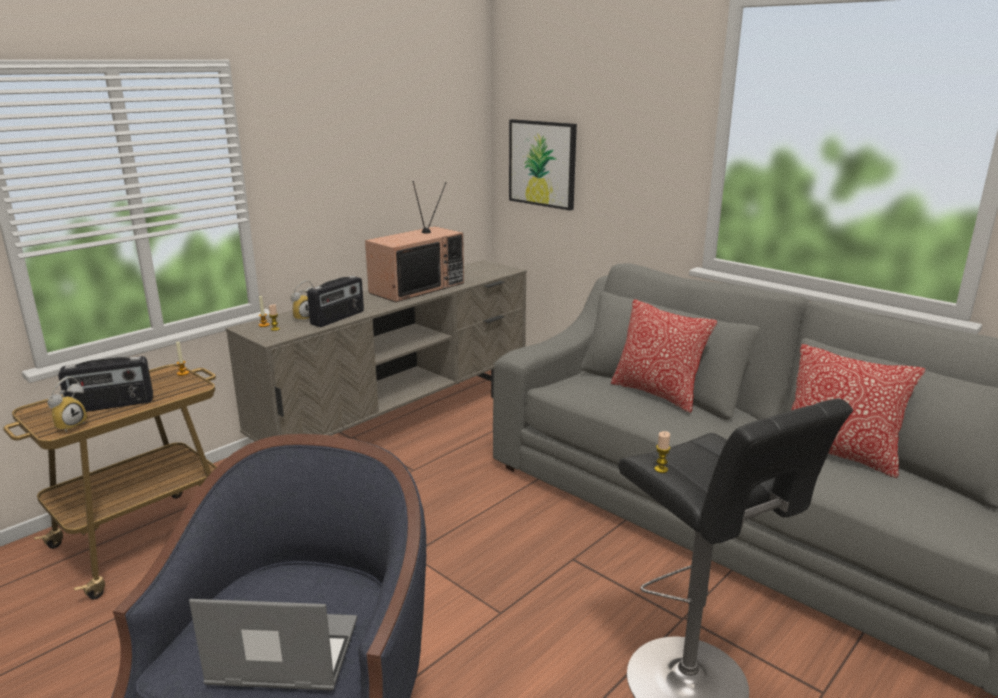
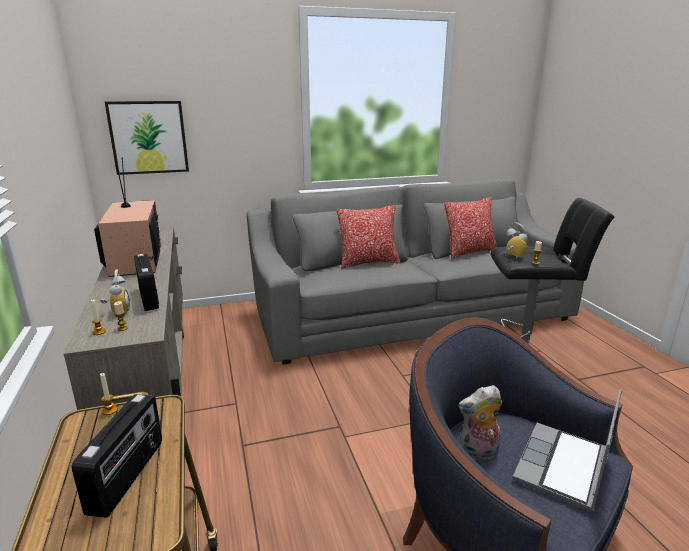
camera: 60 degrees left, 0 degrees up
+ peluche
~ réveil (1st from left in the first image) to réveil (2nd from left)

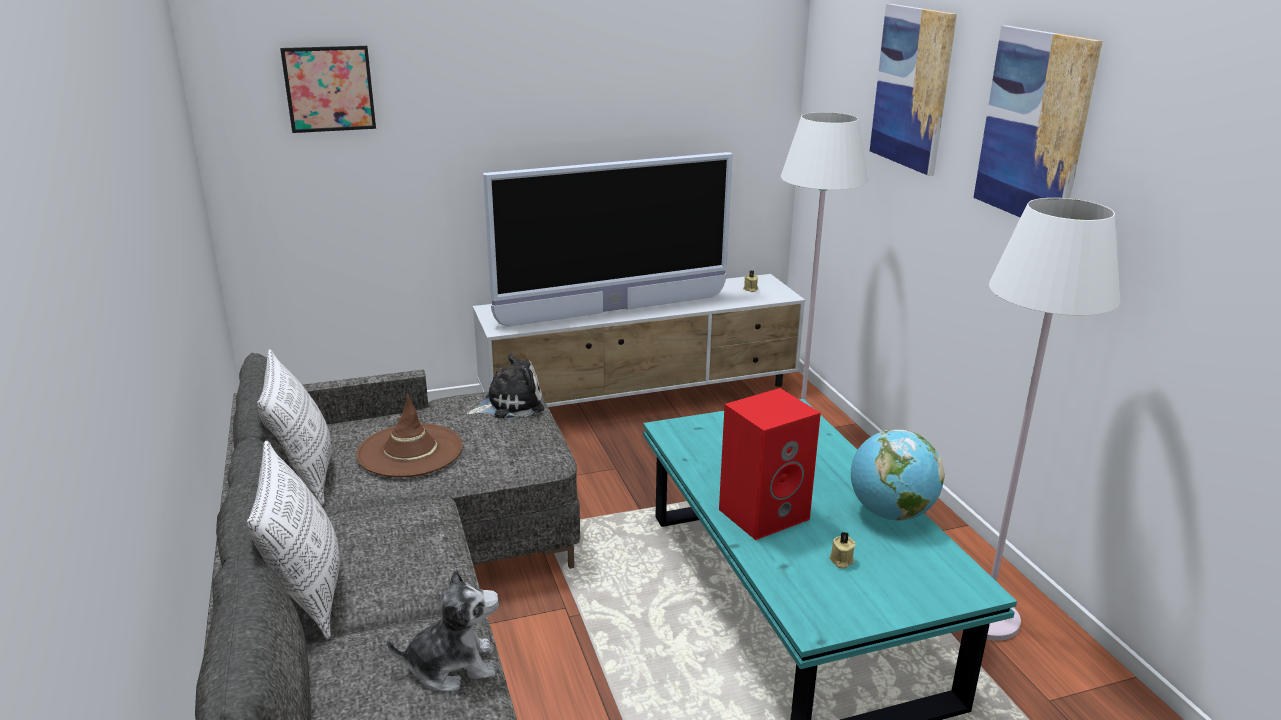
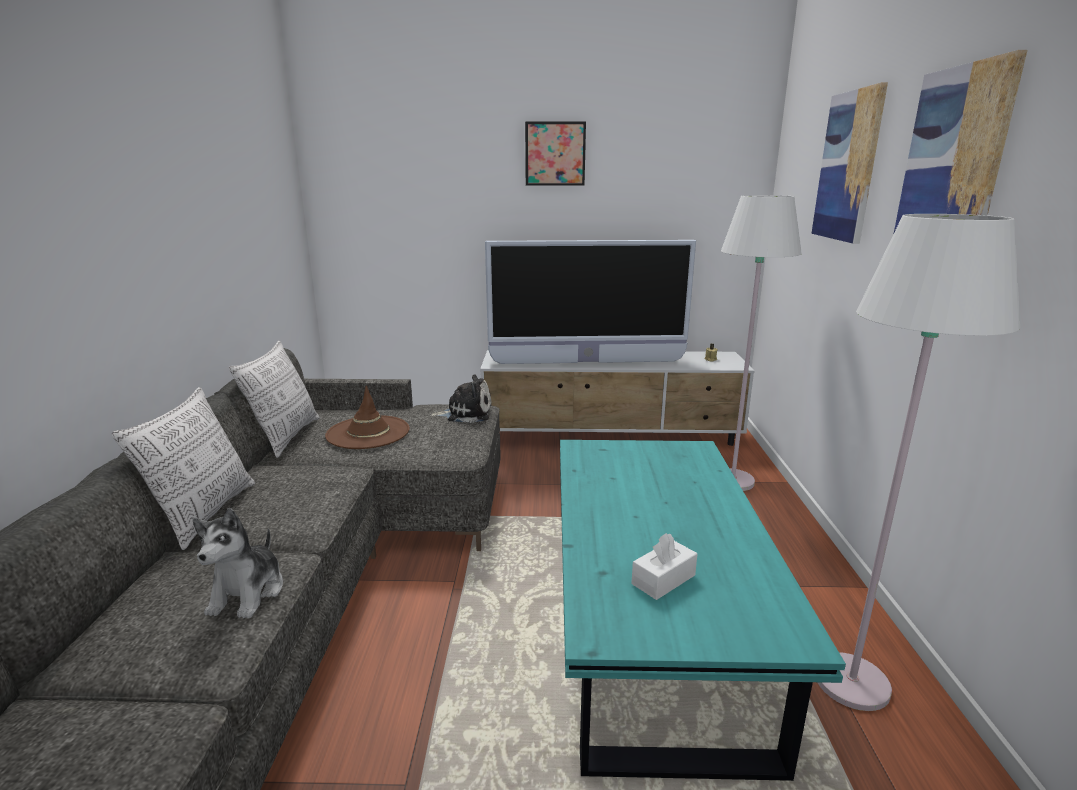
camera: 20 degrees right, 5 degrees down
~ peluche (1st from left) 90 degrees clockwise
~ tableau (1st from left)
~ bougie (beige) (2nd from left) to boîte à mouchoirs (blanc)
- enceinte (rouge)
- globe

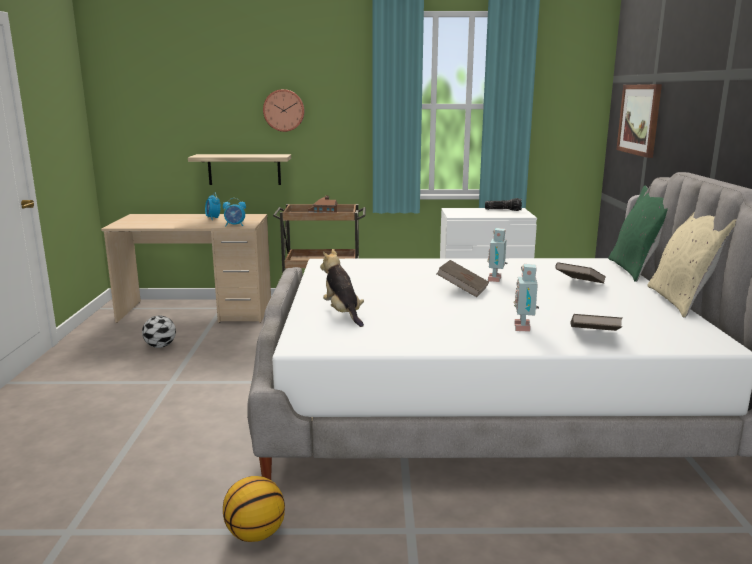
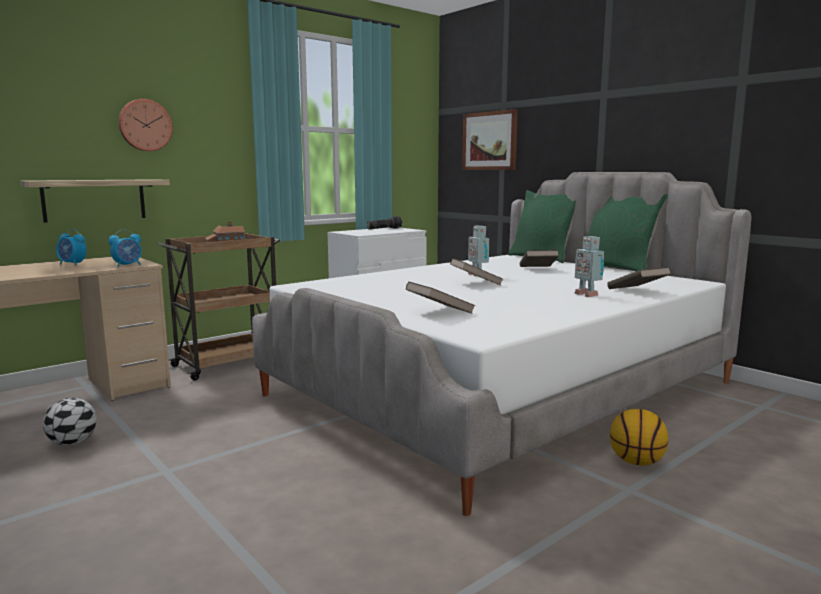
camera: 40 degrees left, 5 degrees down
~ peluche to livre (marron) (1st from left)
~ coussin (beige) to coussin (vert) (2nd from left)
~ ballon de basket

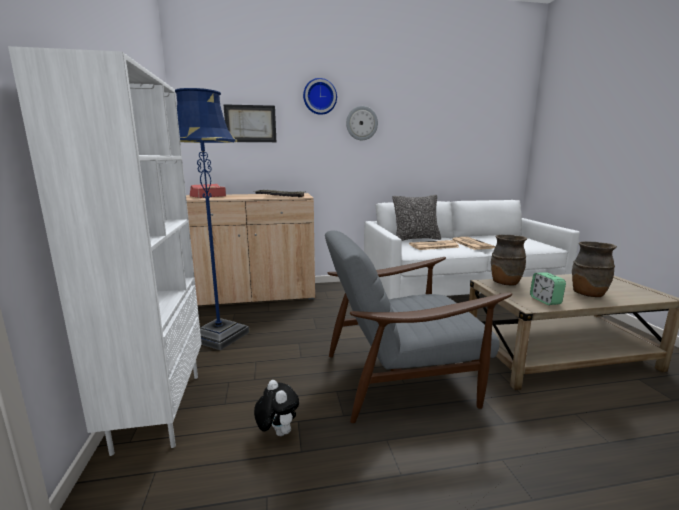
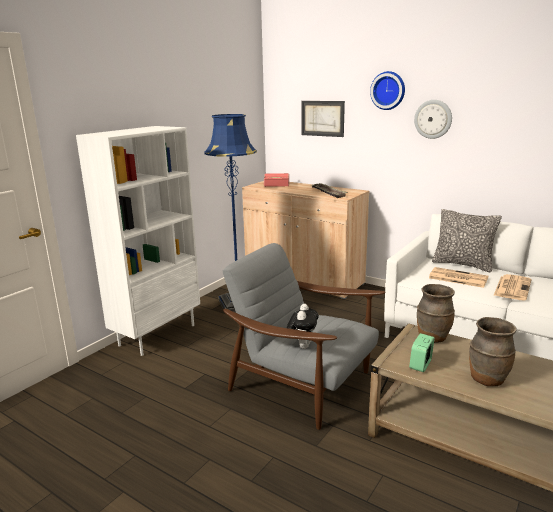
camera: 45 degrees right, 5 degrees up
~ peluche

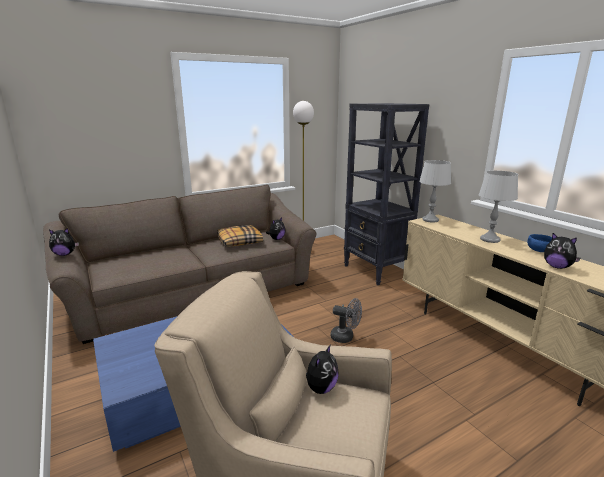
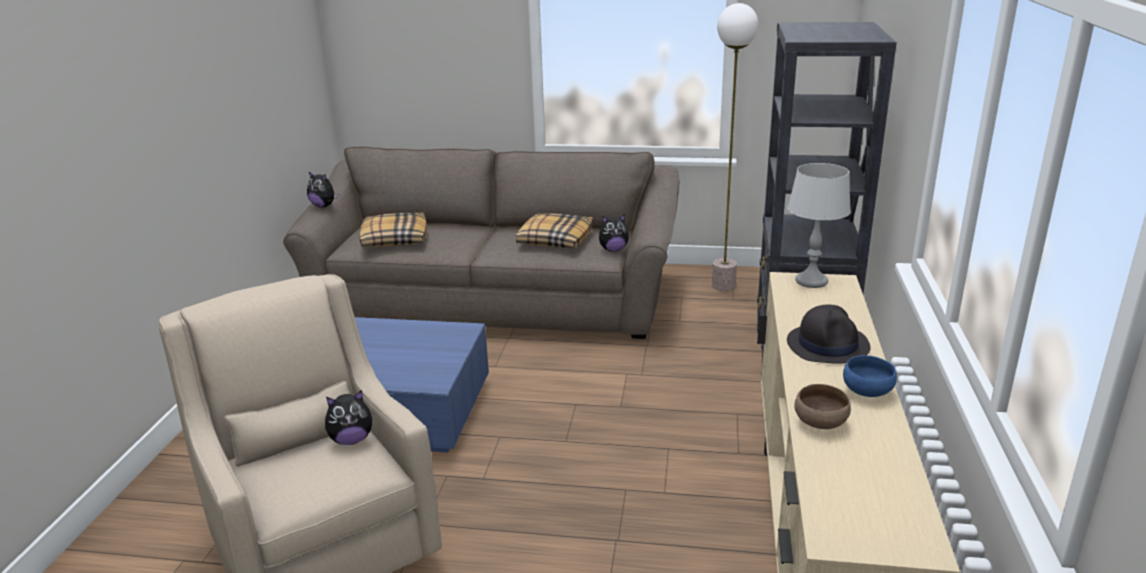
camera: 40 degrees right, 5 degrees up
+ coussin (1st from left)
~ lampe de table (gris) (2nd from left) to chapeau (noir)
~ peluche (4th from left) to bol (marron)
- ventilateur (gris)

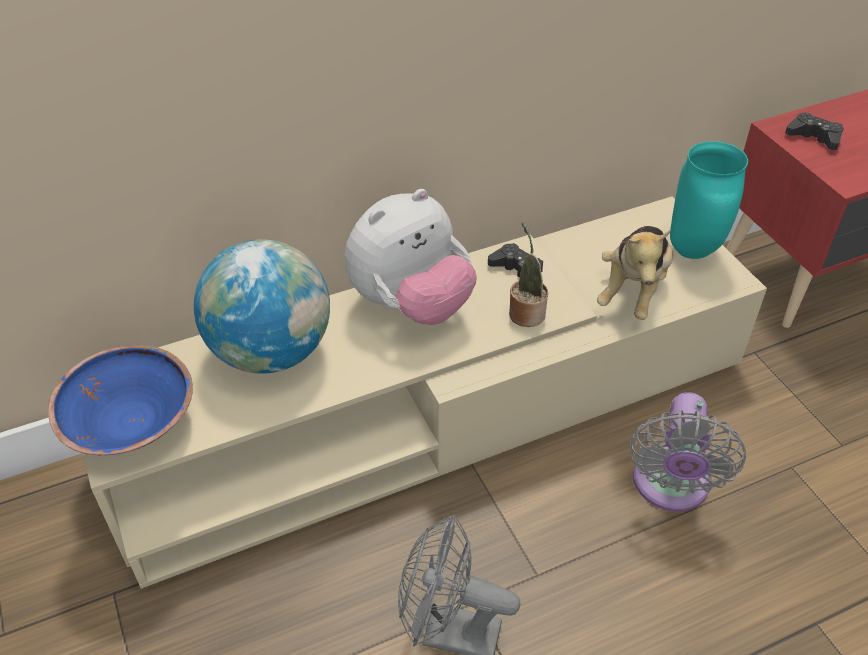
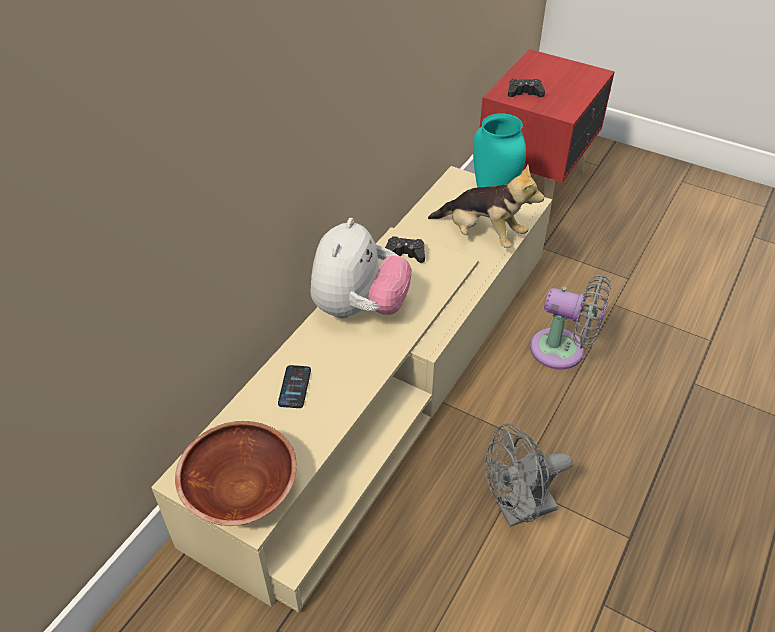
camera: 35 degrees left, 0 degrees up
~ bol (bleu) to bol (marron)
~ globe to téléphone
~ peluche (2nd from left) 45 degrees counterclockwise
~ ventilateur (gris) (2nd from left) 45 degrees counterclockwise
- plante en pot

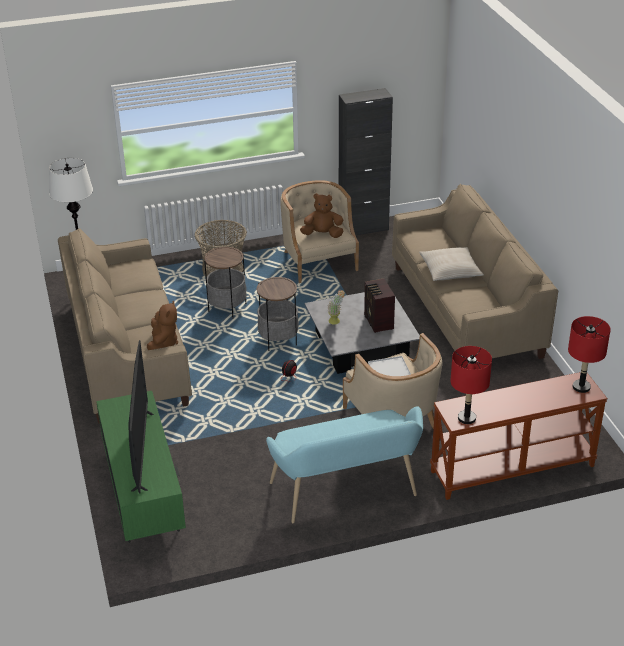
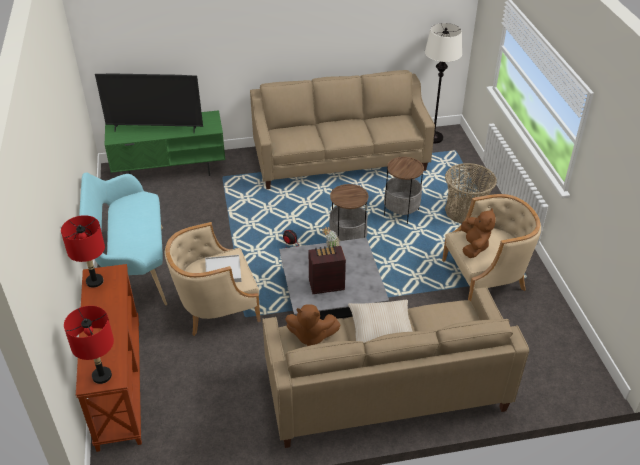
camera: 95 degrees right, 5 degrees up
~ peluche (marron) (1st from left)
- meuble de rangement (noir)

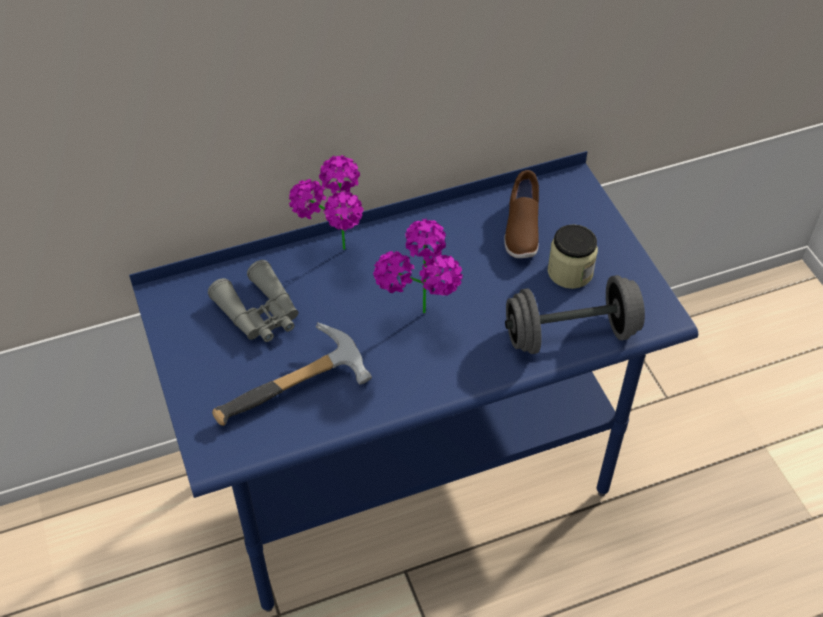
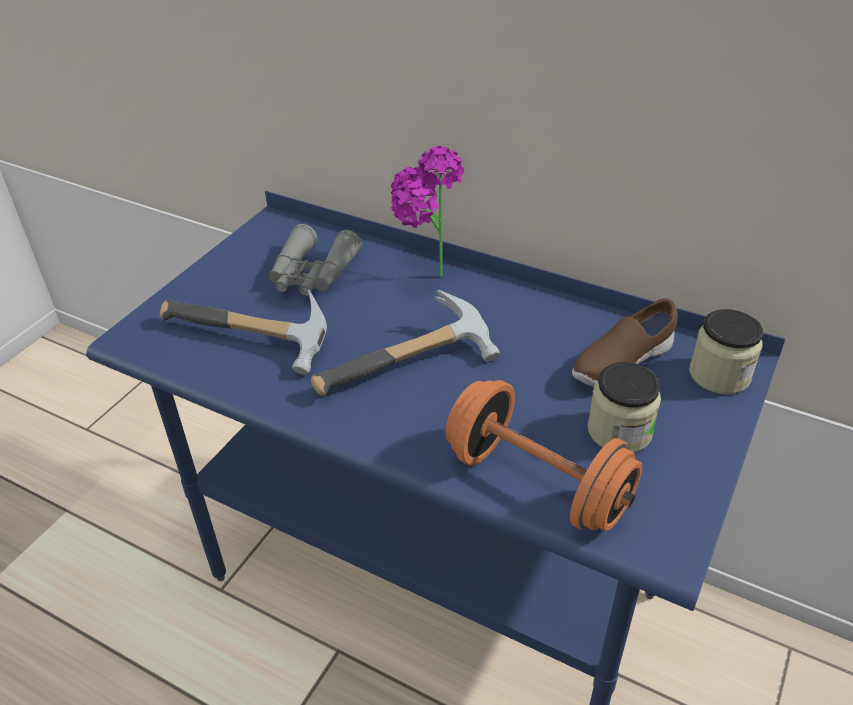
camera: 50 degrees right, 10 degrees down
~ plante en pot (2nd from left) to marteau (2nd from left)
~ haltère (gris) to haltère (orange)
+ bocal (2nd from left)

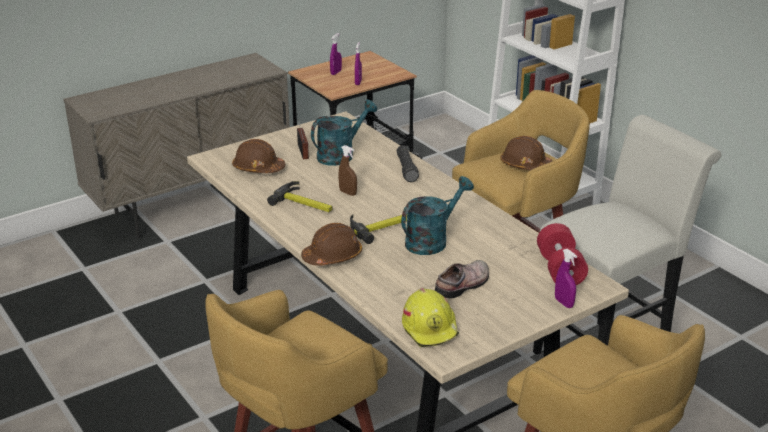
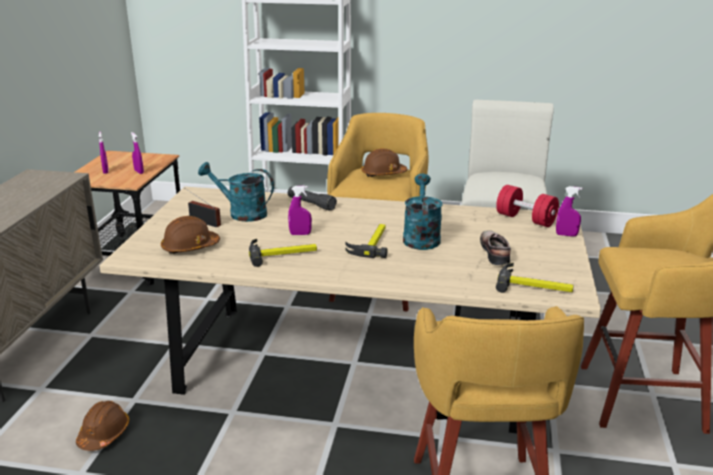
camera: 45 degrees left, 5 degrees down
~ casque de chantier (marron) (2nd from left in the first image) to casque de chantier (marron) (1st from left)
~ arrosoir (turquoise) (1st from left) 75 degrees counterclockwise
~ vaporisateur (marron) to vaporisateur (violet) (3rd from left)
~ casque de chantier (jaune) to marteau (3rd from left)

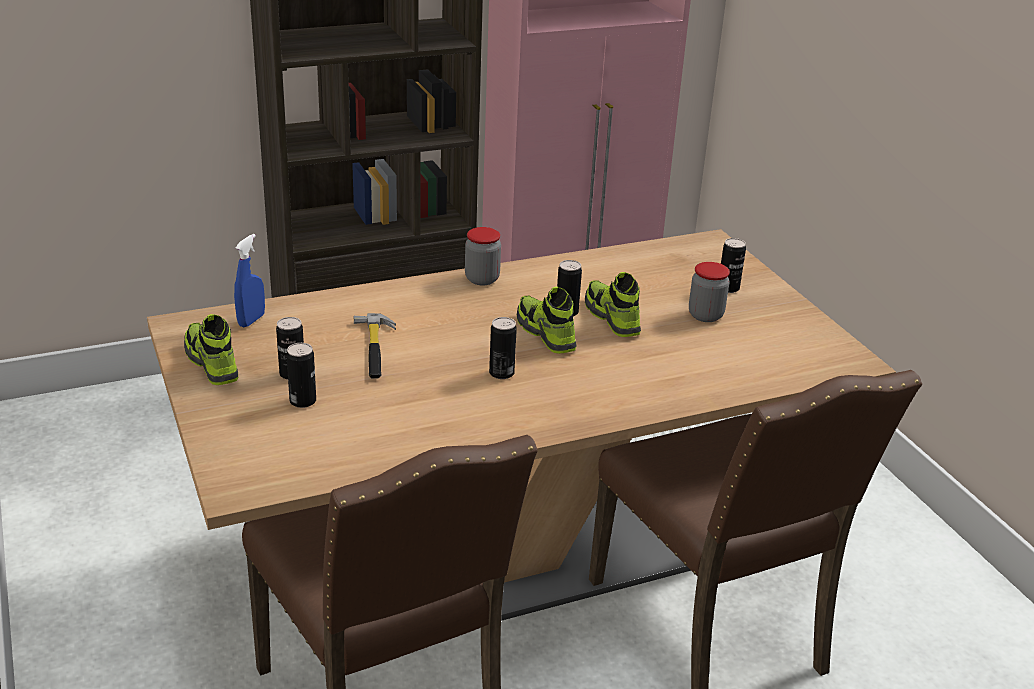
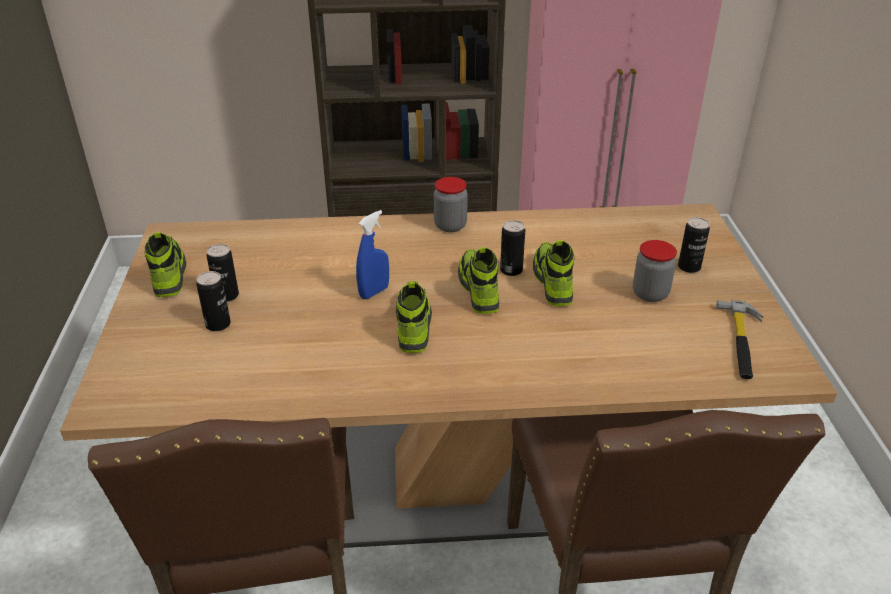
camera: 20 degrees right, 5 degrees up
~ vaporisateur (bleu)
~ boîte métallique (3rd from left) to chaussure (2nd from left)
~ marteau

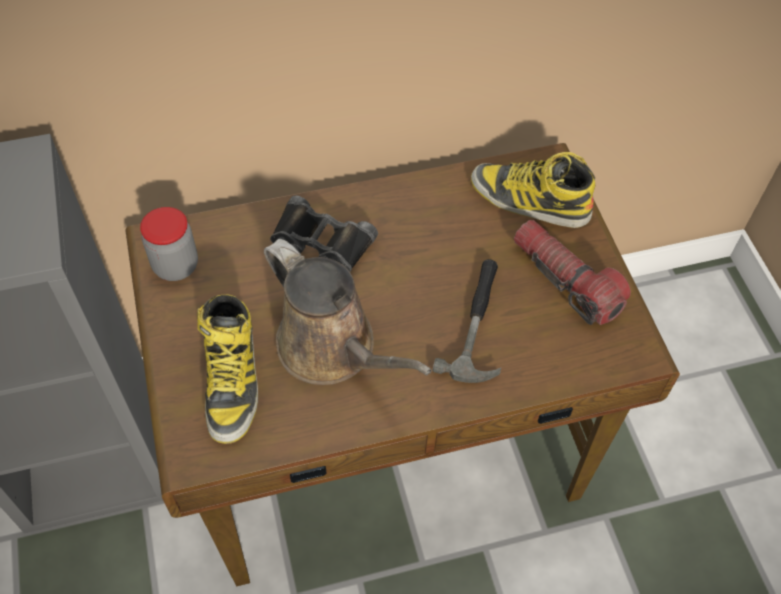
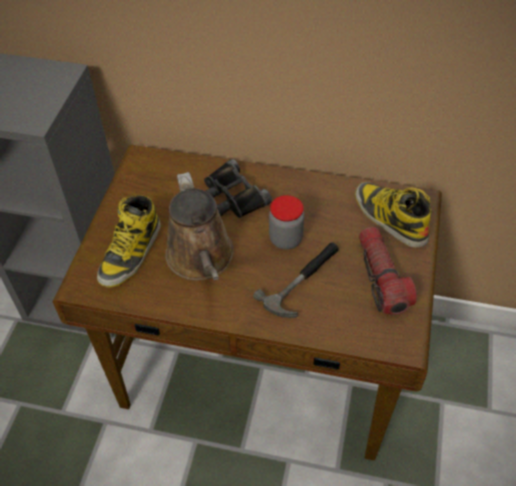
camera: 30 degrees right, 5 degrees down
~ bocal

